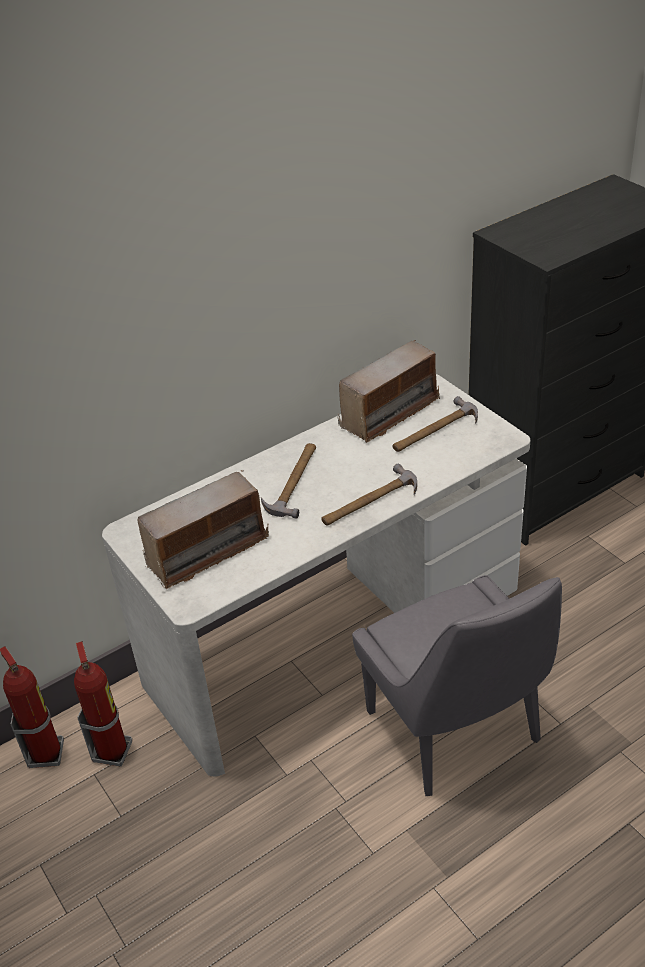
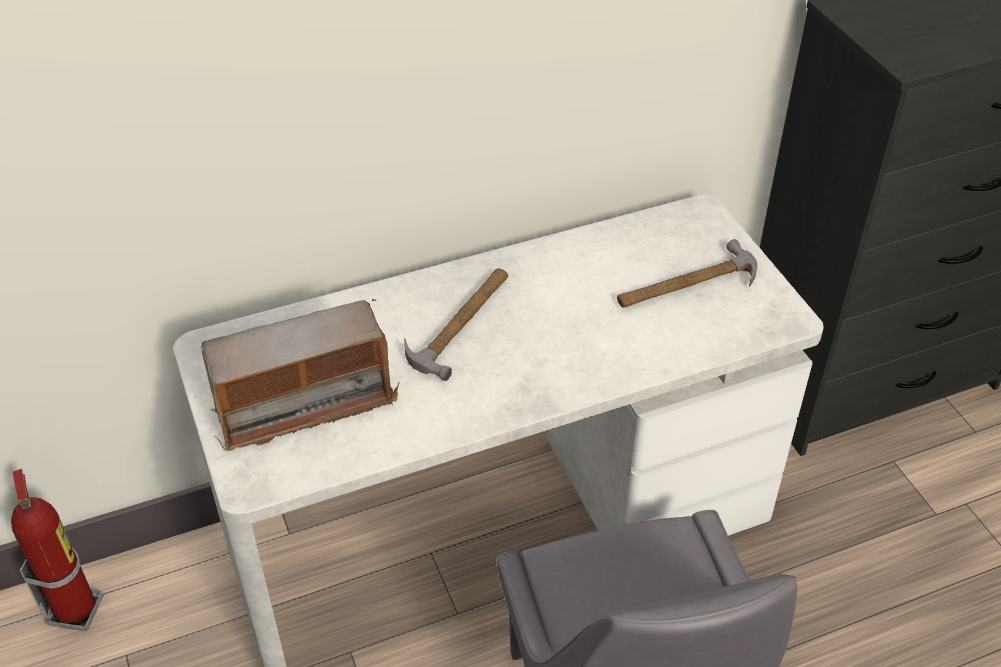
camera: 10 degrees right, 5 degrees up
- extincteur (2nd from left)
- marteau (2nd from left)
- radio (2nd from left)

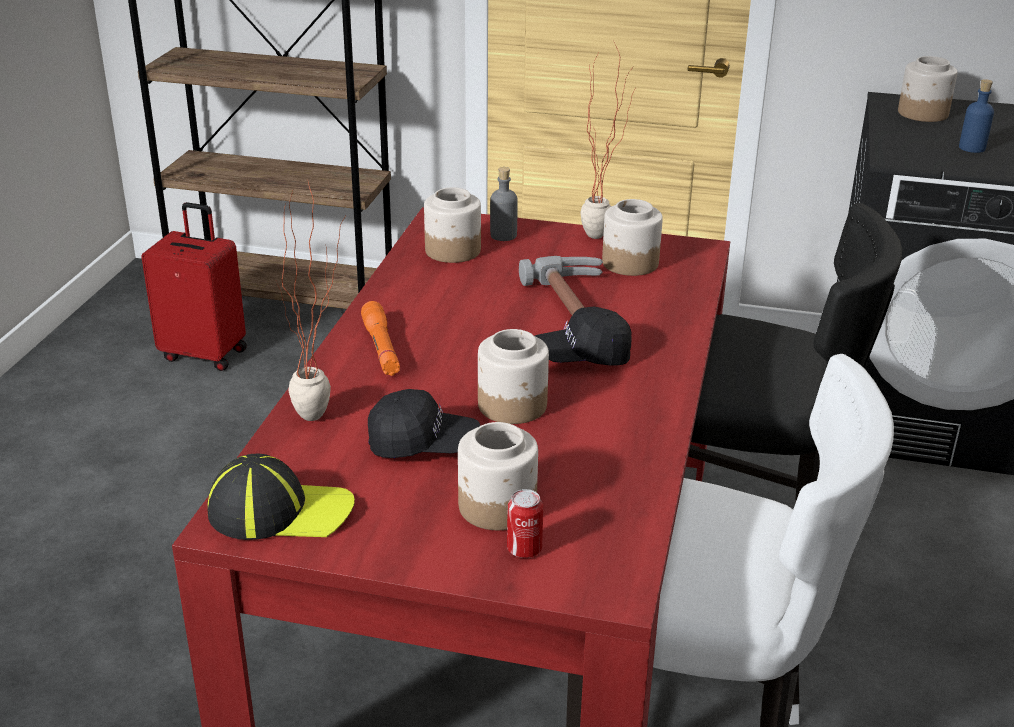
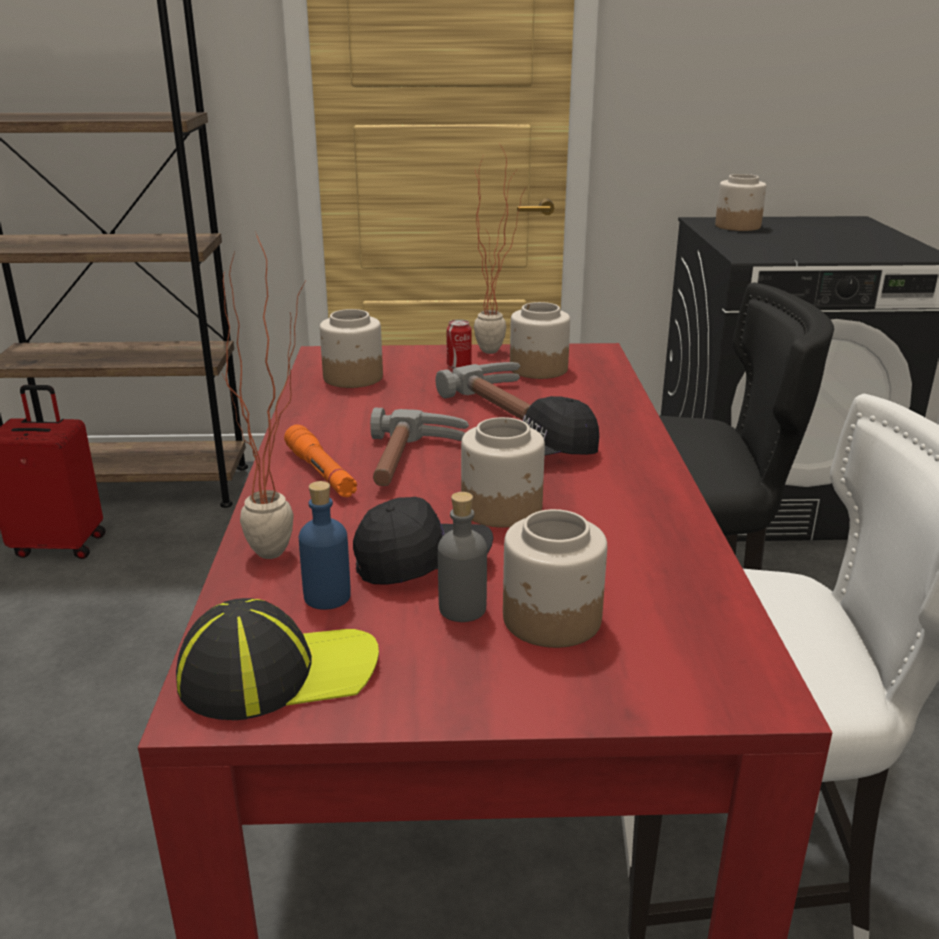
camera: 15 degrees left, 5 degrees down
~ bouteille (bleu)
+ marteau (1st from left)
~ bouteille (gris)
~ boîte métallique

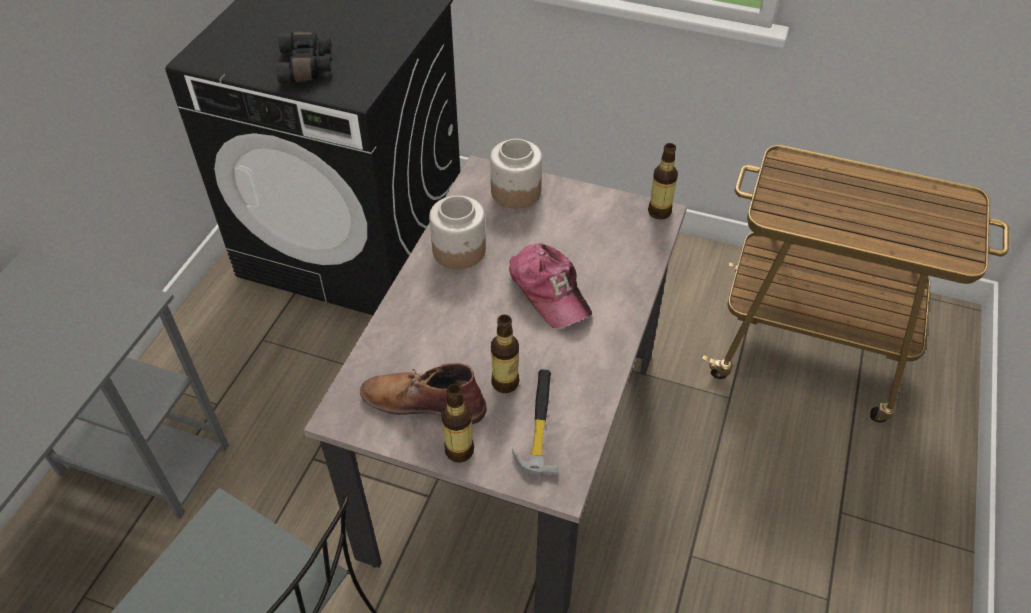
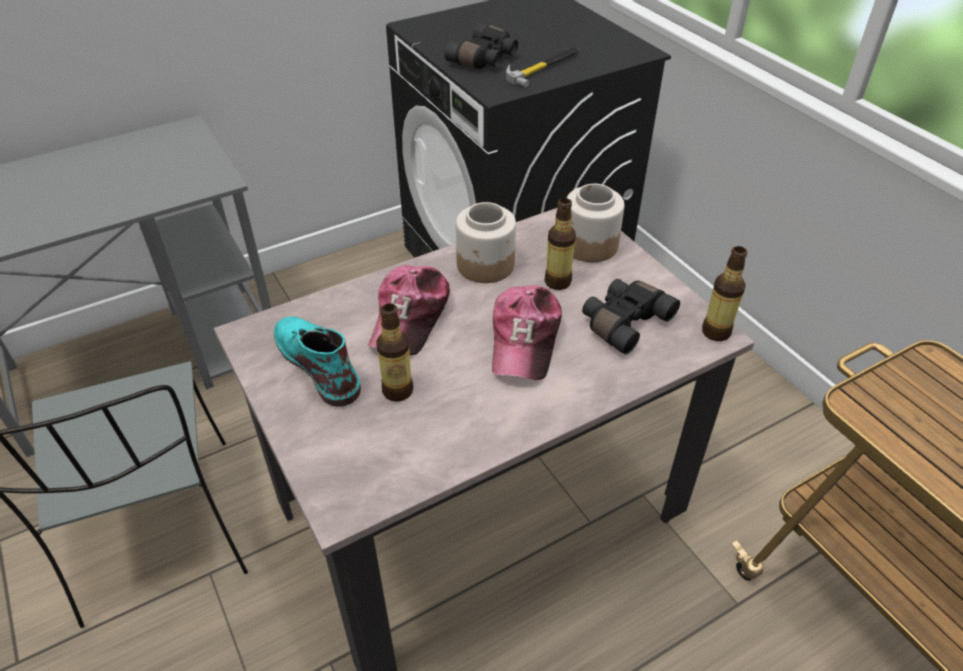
camera: 40 degrees right, 5 degrees down
~ botte (marron) to botte (turquoise)
+ casquette (1st from left)
~ marteau
~ bouteille (1st from left in the first image) to bouteille (2nd from left)
+ jumelles (noir) (2nd from left)

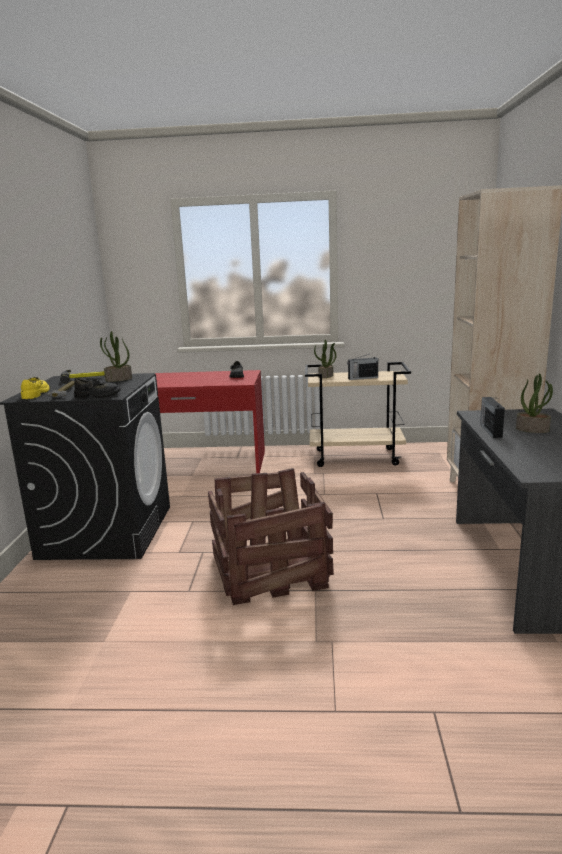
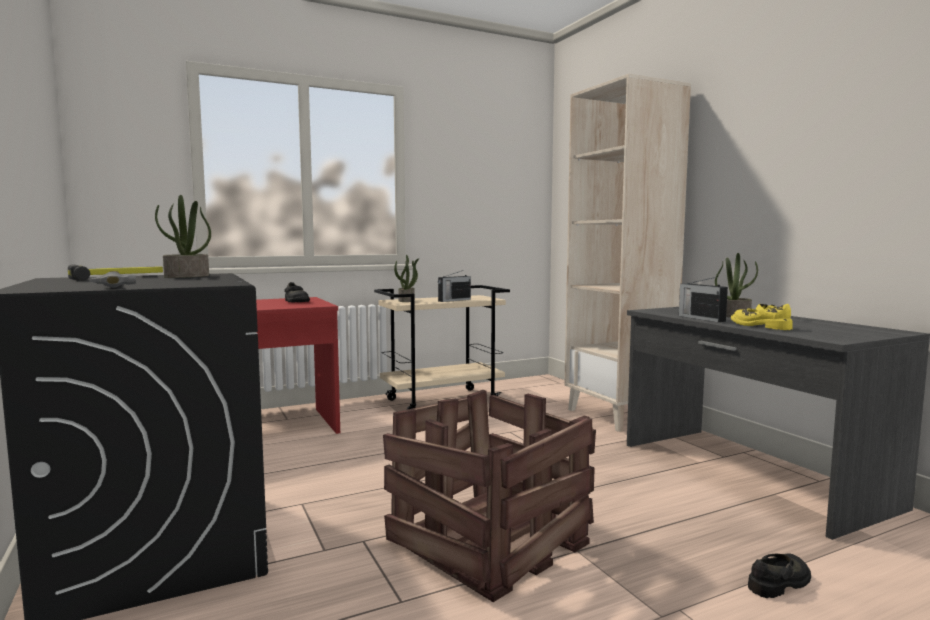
camera: 30 degrees left, 10 degrees down
~ chaussure (jaune)
~ chaussure (noir) (1st from left in the first image) to chaussure (noir) (2nd from left)

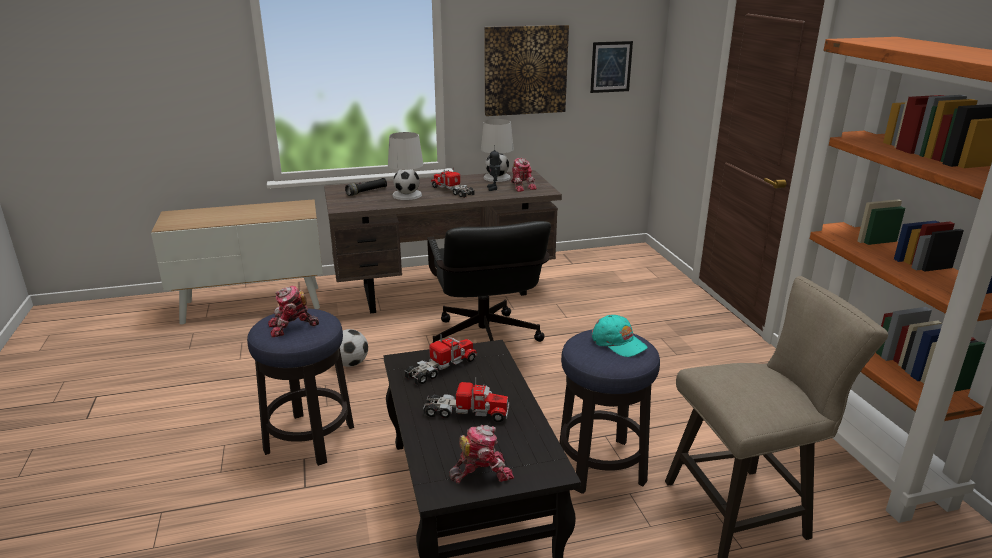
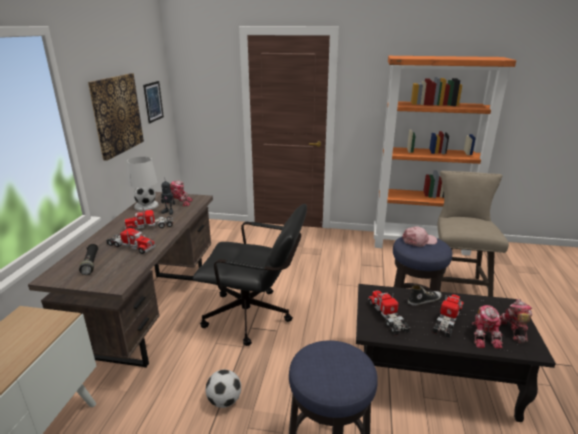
camera: 65 degrees left, 0 degrees up
~ lampe de table (blanc) (1st from left) to camion jouet (1st from left)
~ casquette (turquoise) to casquette (rose)
+ chaussure
~ robot jouet (1st from left in the first image) to robot jouet (3rd from left)

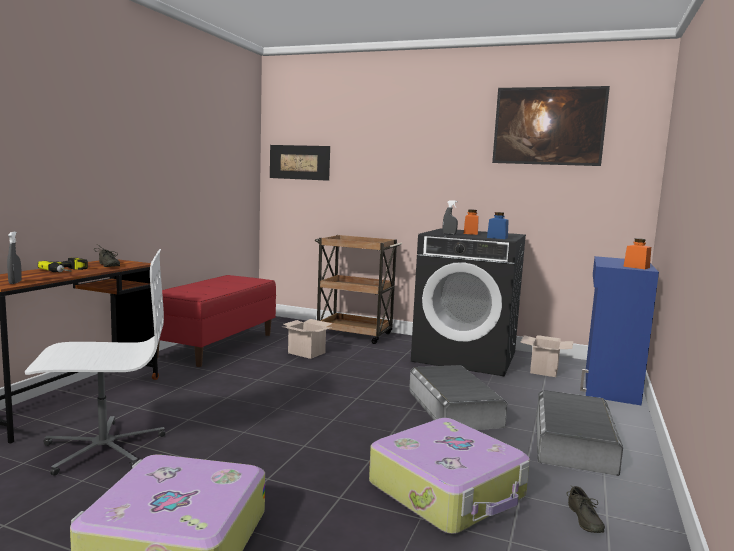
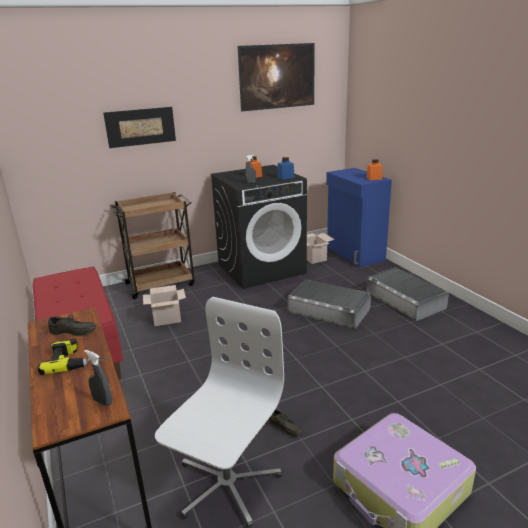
camera: 45 degrees left, 15 degrees up
~ tableau (1st from left)
~ chaussure (gris) (2nd from left)
- valise (2nd from left)

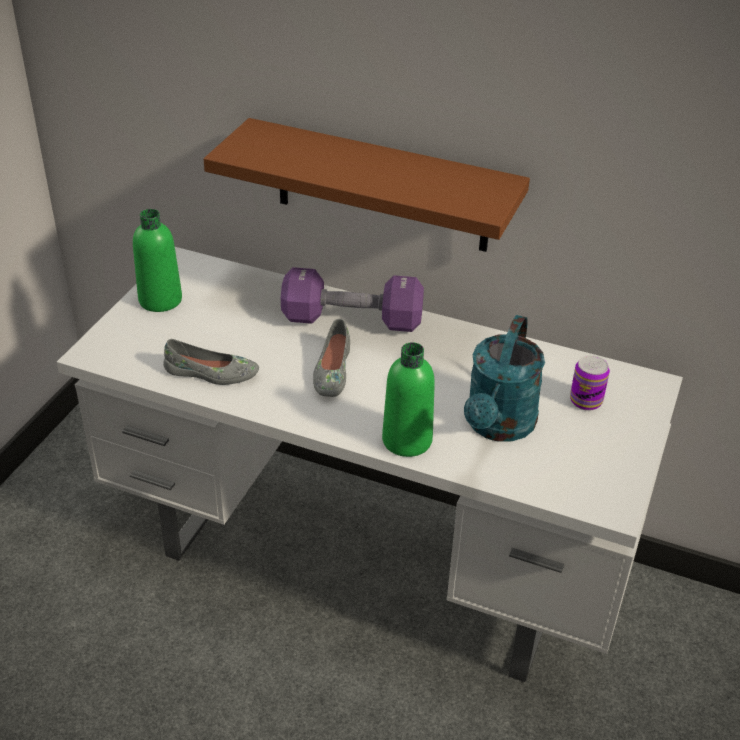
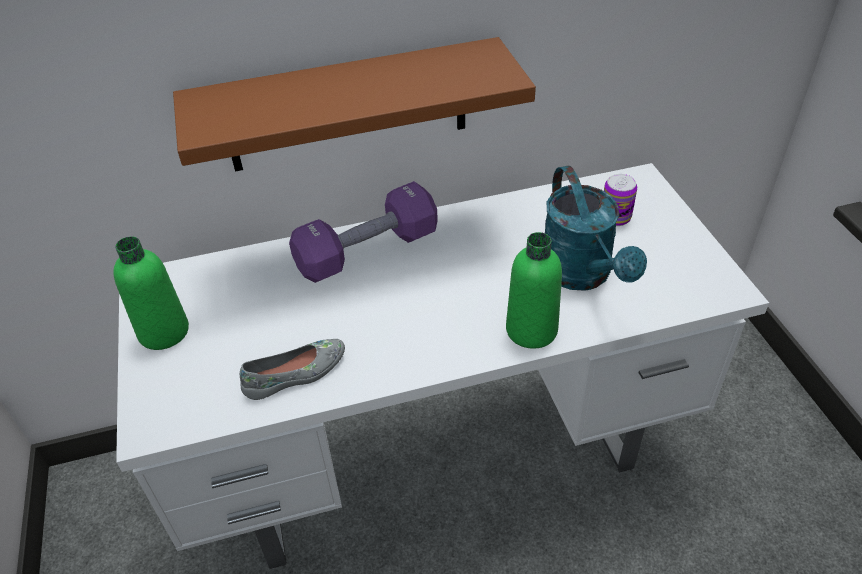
camera: 35 degrees left, 5 degrees up
- chaussure (gris) (2nd from left)

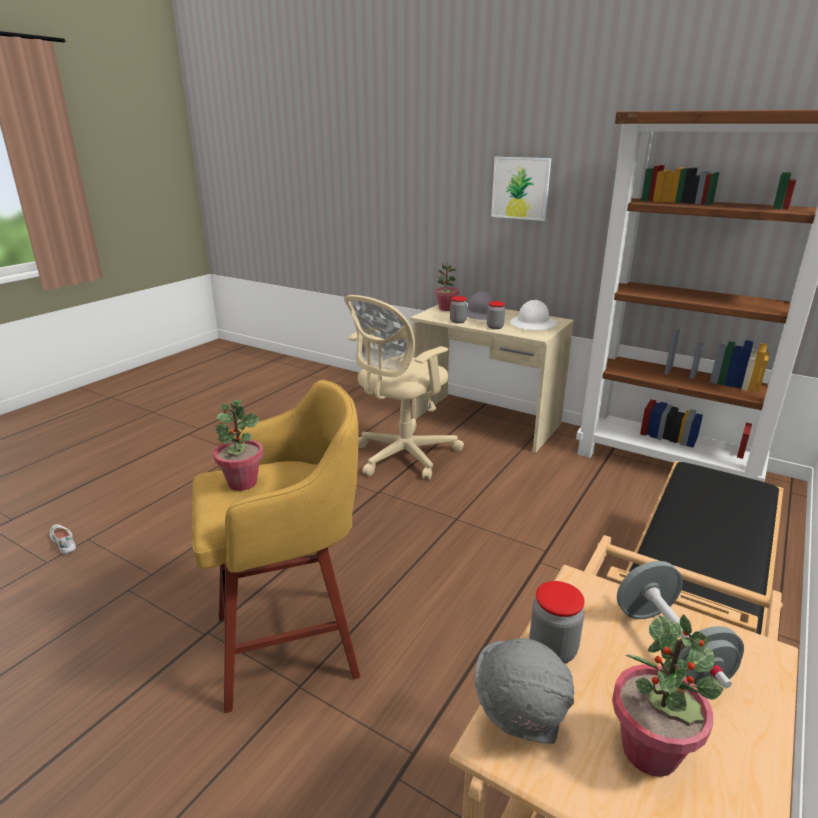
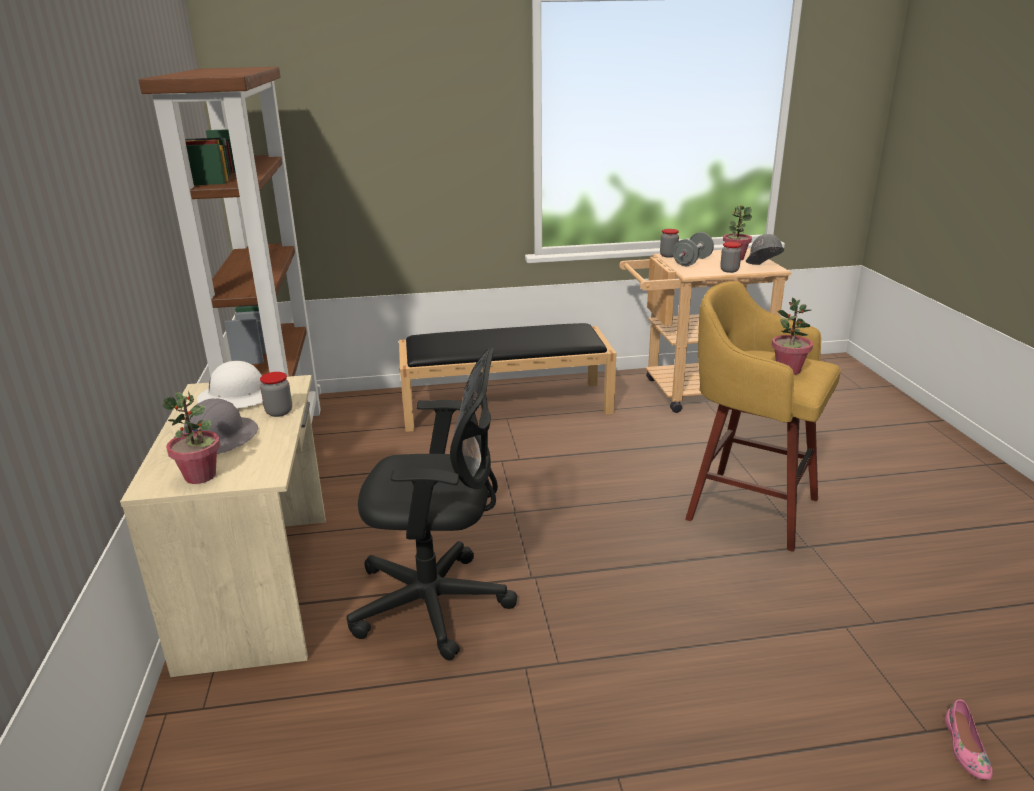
camera: 130 degrees left, 0 degrees up
~ chaise de bureau (beige) to chaise de bureau (noir)
~ bocal (1st from left in the first image) to bocal (2nd from left)
~ chaussure (blanc) to chaussure (rose)
- tableau

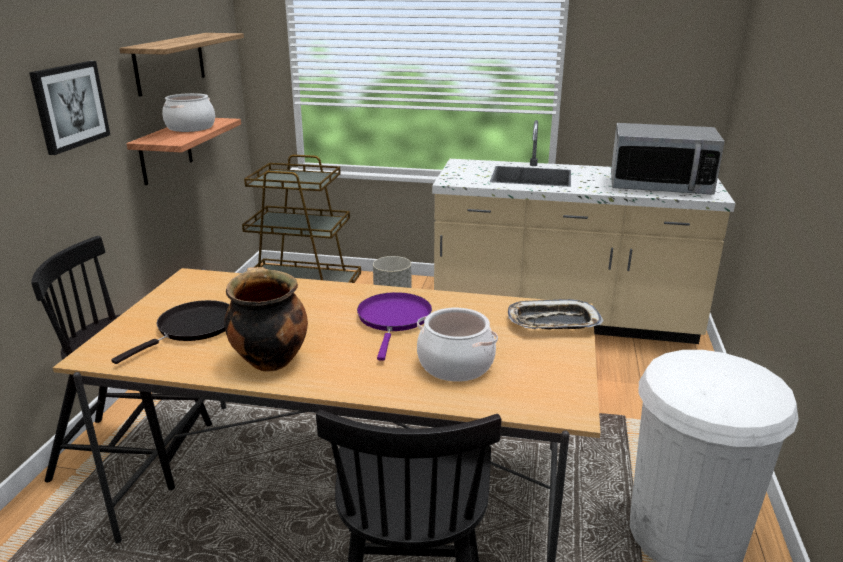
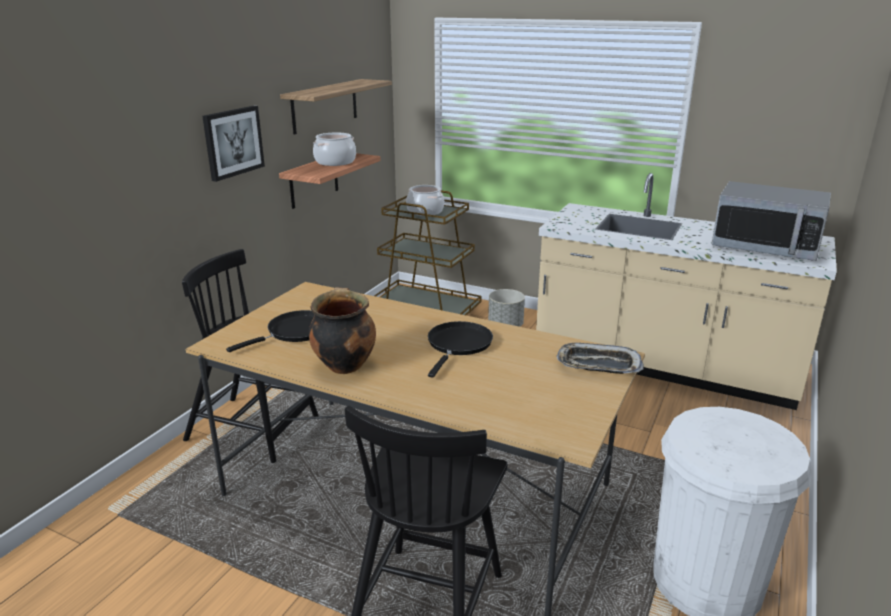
camera: 15 degrees right, 0 degrees up
~ marmite (3rd from left)
~ poêle (violet) to poêle (noir) (2nd from left)

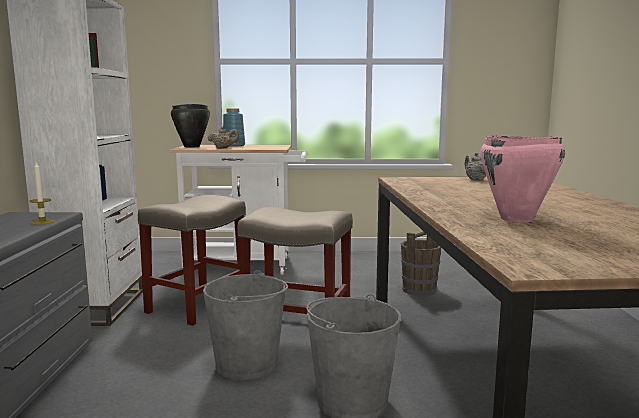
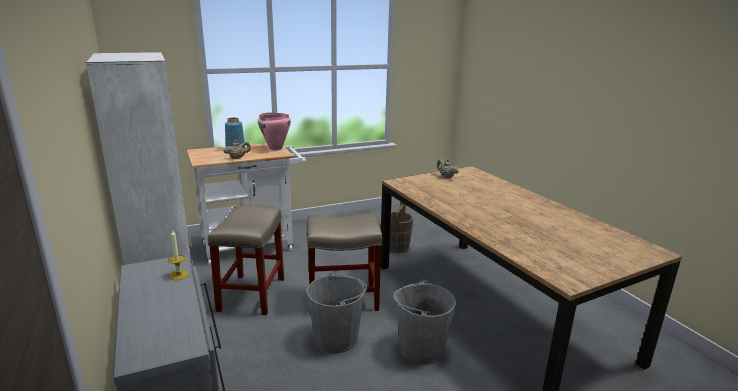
camera: 25 degrees left, 10 degrees up
~ marmite (rose)
- marmite (noir)

